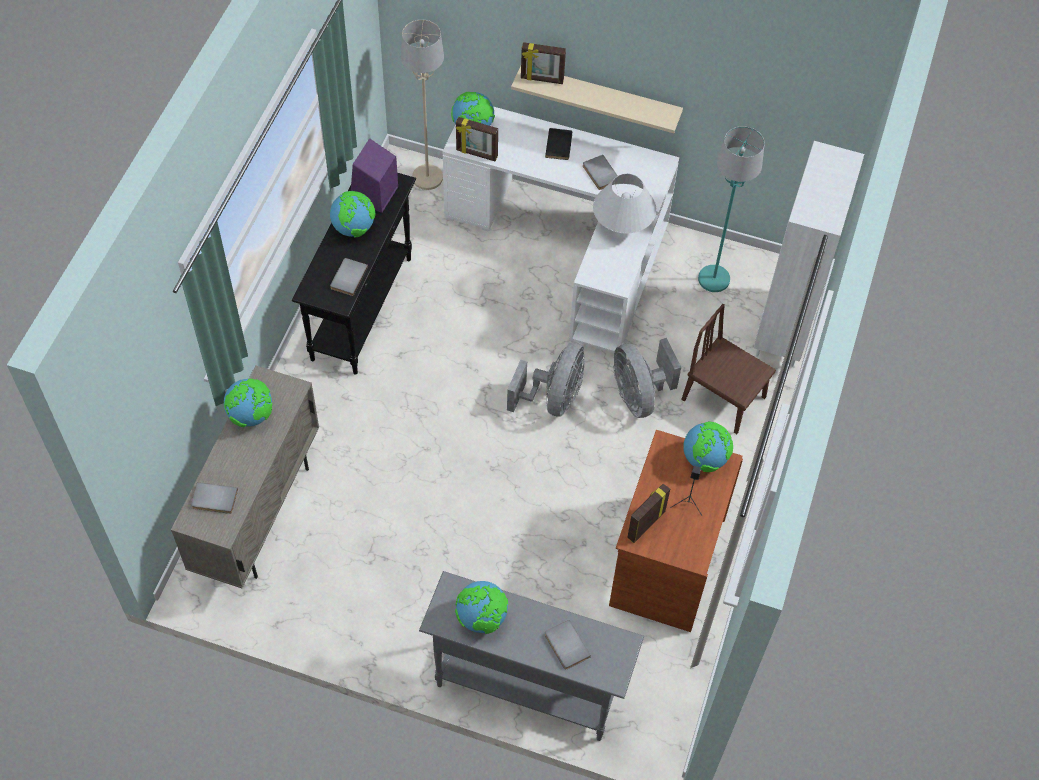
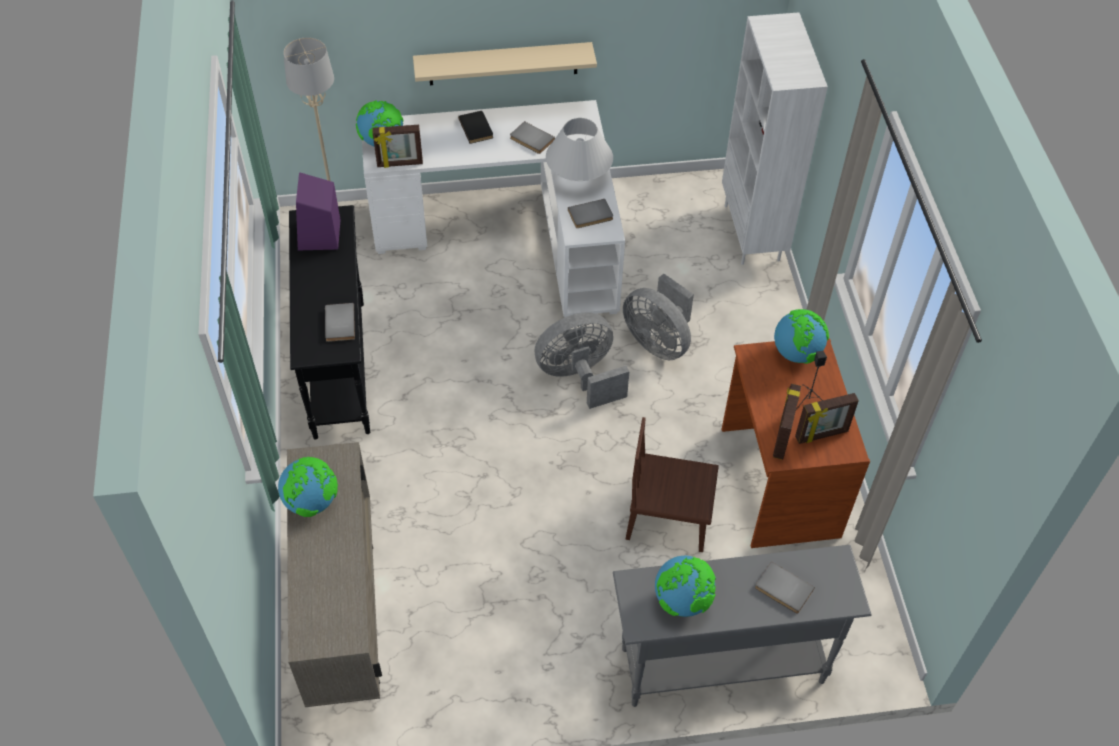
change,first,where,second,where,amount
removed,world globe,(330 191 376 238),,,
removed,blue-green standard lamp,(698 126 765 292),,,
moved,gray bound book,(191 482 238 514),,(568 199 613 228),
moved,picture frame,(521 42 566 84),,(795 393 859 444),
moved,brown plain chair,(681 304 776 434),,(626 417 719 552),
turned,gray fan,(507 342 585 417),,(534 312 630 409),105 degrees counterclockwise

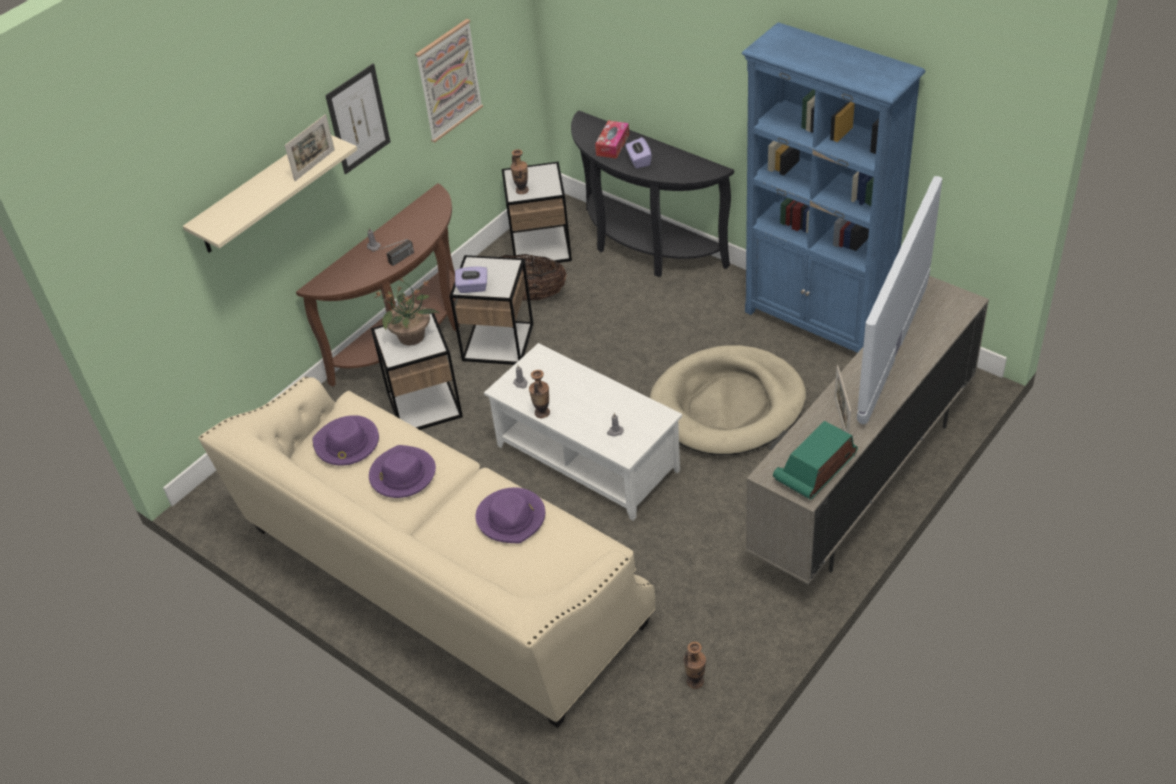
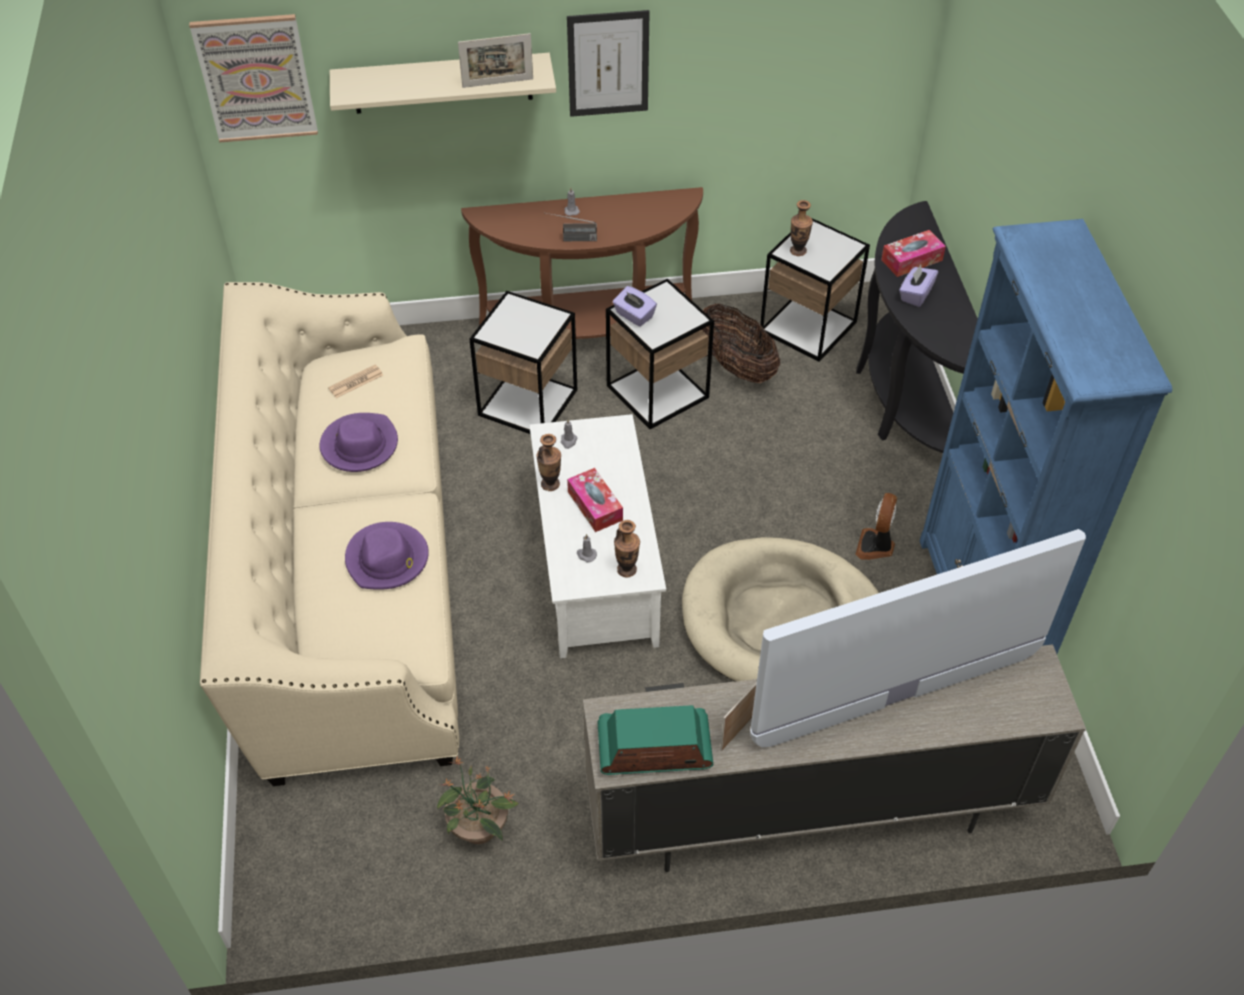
change,first,where,second,where,amount
added,,,tissue holder,(567 468 623 532),
added,,,fan,(855 493 897 560),
moved,potted plant,(374 277 439 345),,(437 755 519 844),
moved,wall picture,(415 19 483 143),,(189 14 318 143),
moved,vase,(684 642 706 689),,(614 520 640 577),
replaced,purple-coloured clothing hat,(312 415 379 466),newspaper,(328 365 383 398),

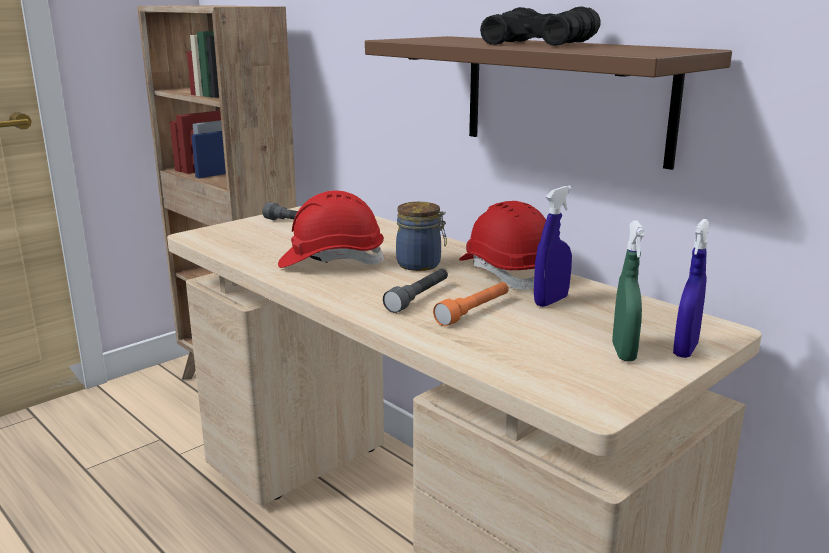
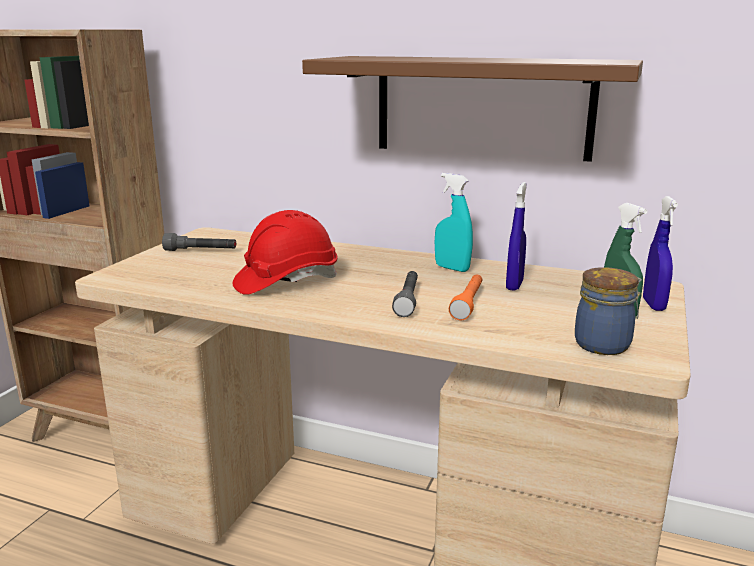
change,first,where,second,where,amount
removed,black-coloured binoculars,(480 7 600 46),,,
moved,preserve jar,(396 202 447 271),,(575 267 642 355),
replaced,red hard hat,(459 201 546 290),blue-green spray bottle,(435 173 473 272),

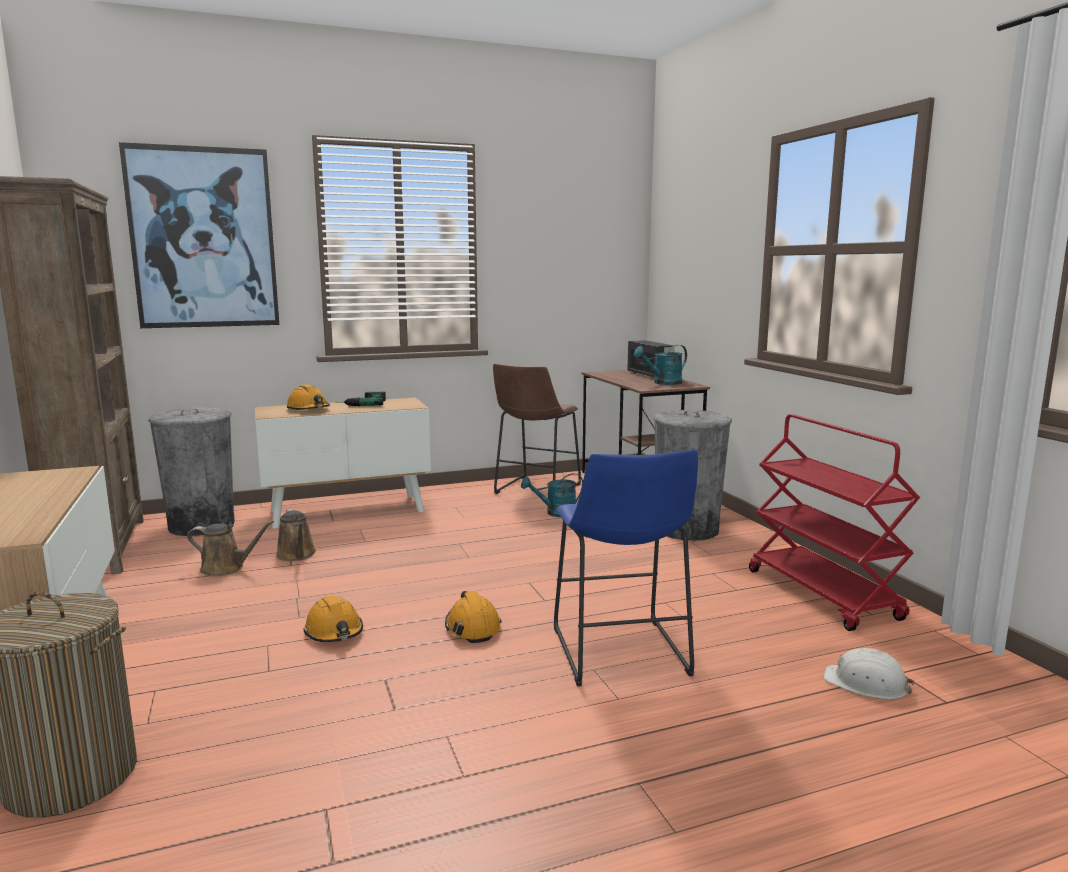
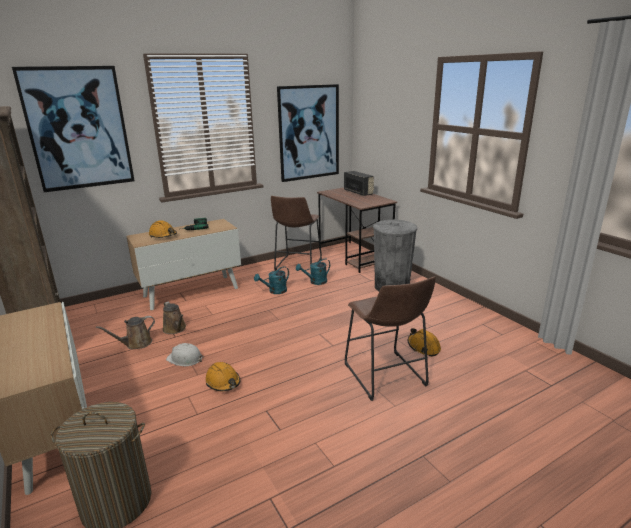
change,first,where,second,where,amount
removed,gray trash can,(148 407 235 536),,,
removed,red cart,(749 414 920 631),,,
added,,,wall picture,(277 84 339 182),
moved,orangey hard hat,(445 591 502 643),,(408 328 441 357),
moved,blue-green sprinkling can,(634 345 687 385),,(254 266 289 294),
moved,whitish hard hat,(823 648 915 700),,(166 343 203 366),
recoloured,blue-coloured stool,(554 450 698 686),brown stool,(345 277 436 401),
turned,brown sprinkling can,(187 521 274 577),,(96 316 155 349),150 degrees clockwise

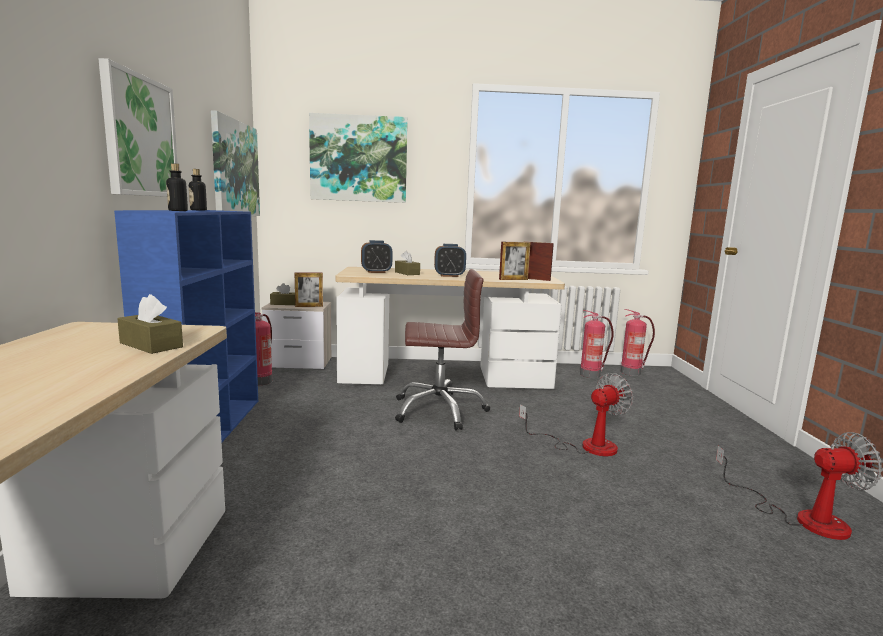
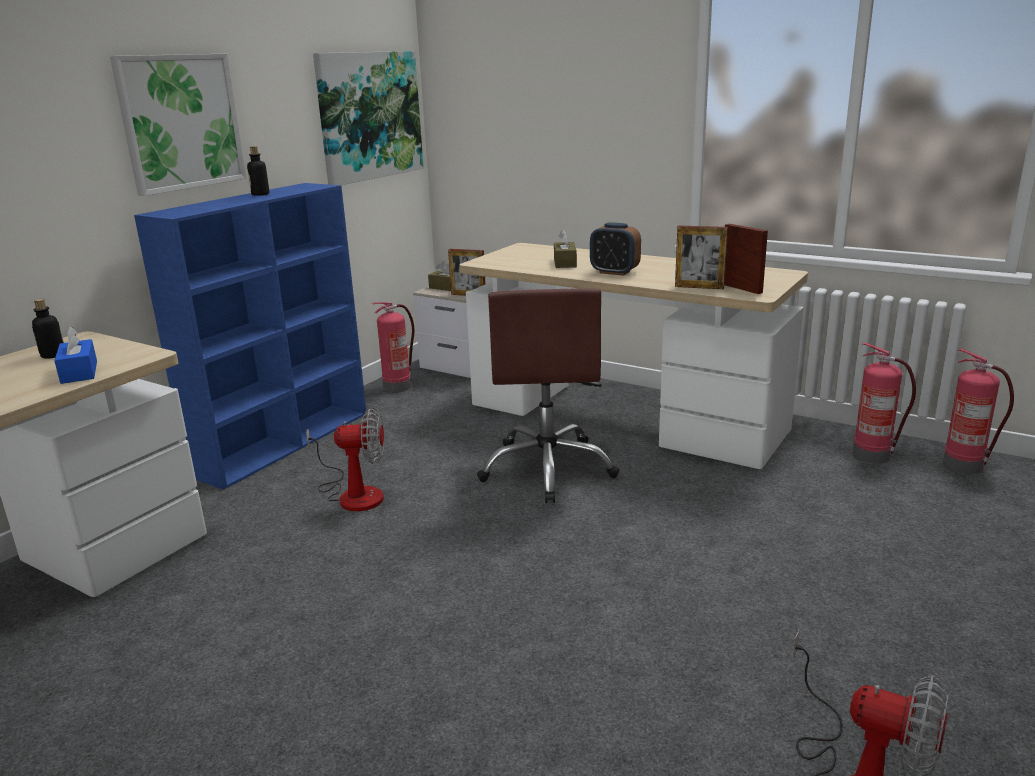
change,first,where,second,where,amount
removed,wall picture,(309 113 408 203),,,
removed,alarm clock,(361 240 393 273),,,
moved,beverage bottle,(166 163 188 211),,(32 299 64 359),
moved,fan,(519 373 633 456),,(306 408 384 511),
recoloured,brown tissue holder,(117 294 183 354),blue-coloured tissue holder,(54 326 97 384),
turned,brown computer chair,(395 269 490 430),,(477 289 619 503),60 degrees clockwise

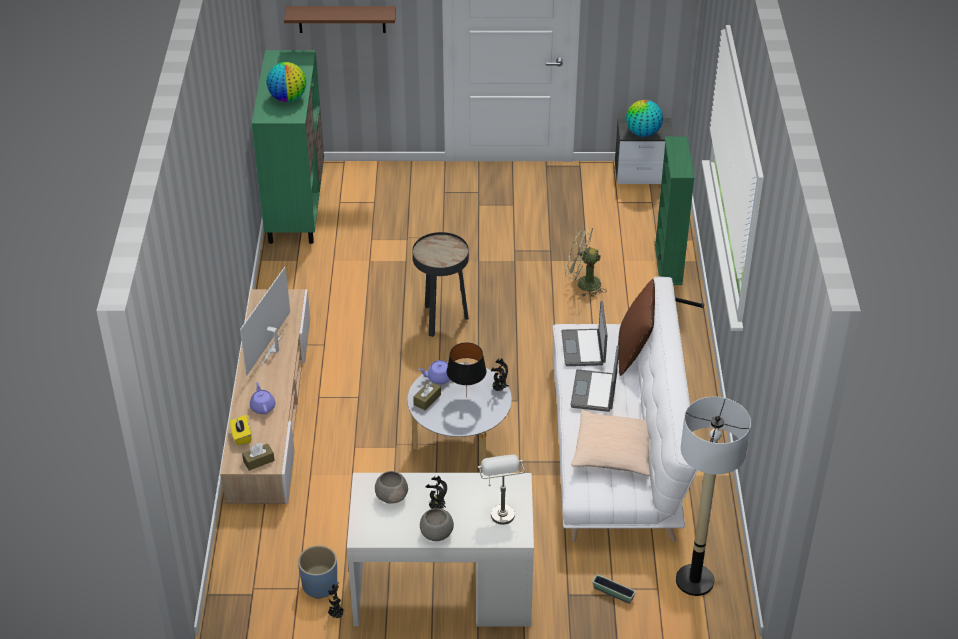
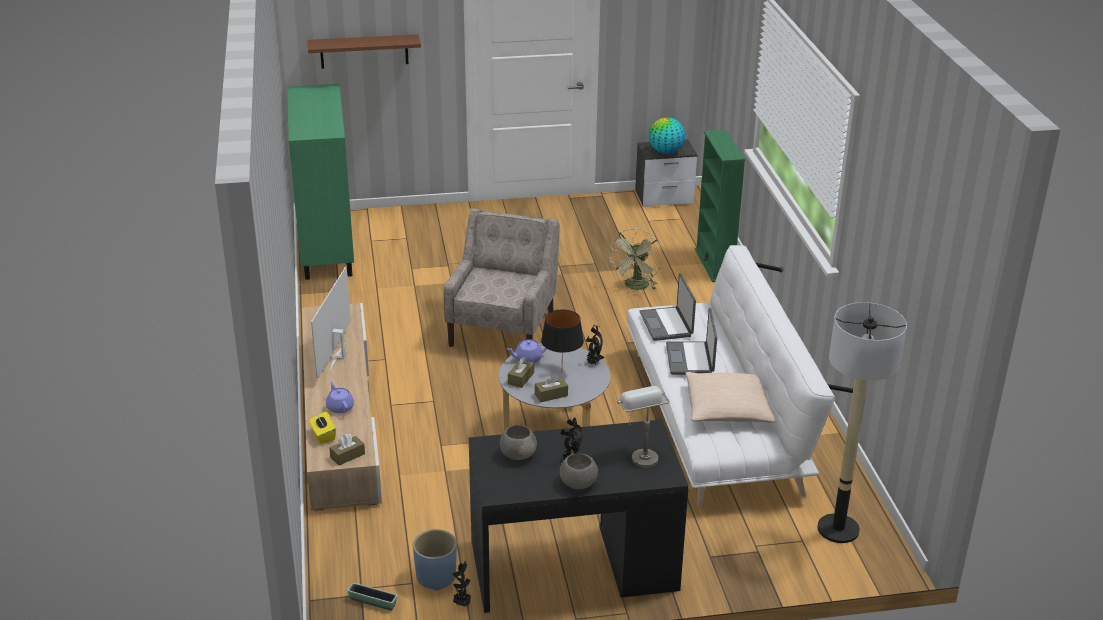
change,first,where,second,where,amount
removed,world globe,(266 62 306 102),,,
removed,brown throw pillow,(618 279 655 376),,,
added,,,brown tissue holder,(535 375 568 402),
moved,flower pot,(592 574 636 604),,(347 583 397 610),
replaced,black-coloured end table,(412 232 469 337),sand-coloured armchair,(444 208 560 347),
recoloured,whitish desk table,(347 473 534 627),black-coloured desk table,(469 420 689 613),
turned,green-coloured fan,(566 226 607 297),,(609 228 663 290),75 degrees counterclockwise

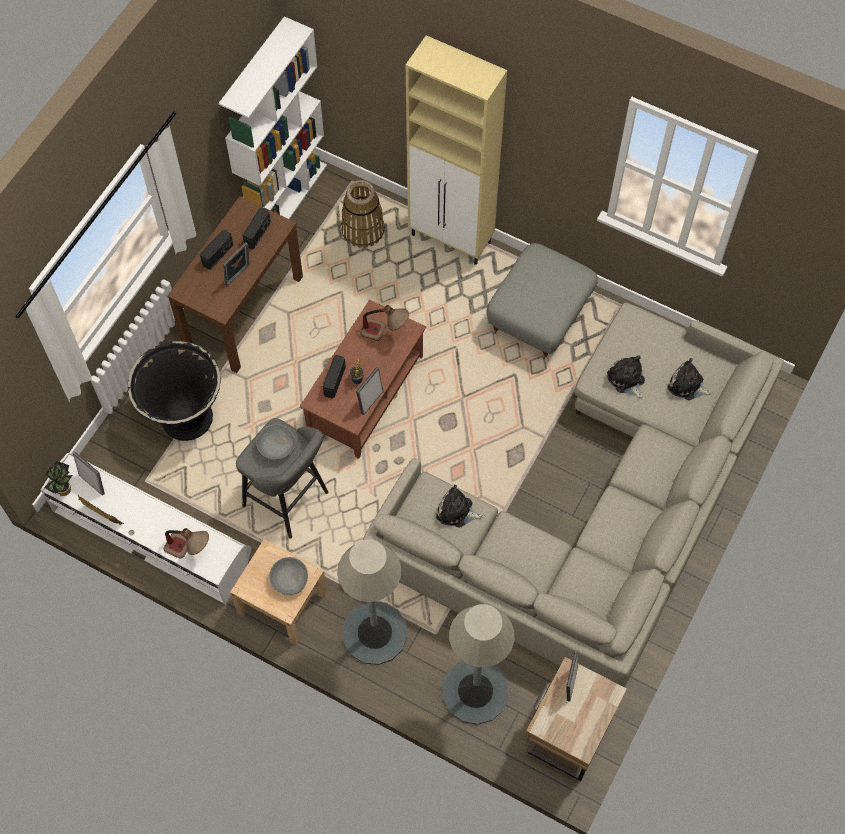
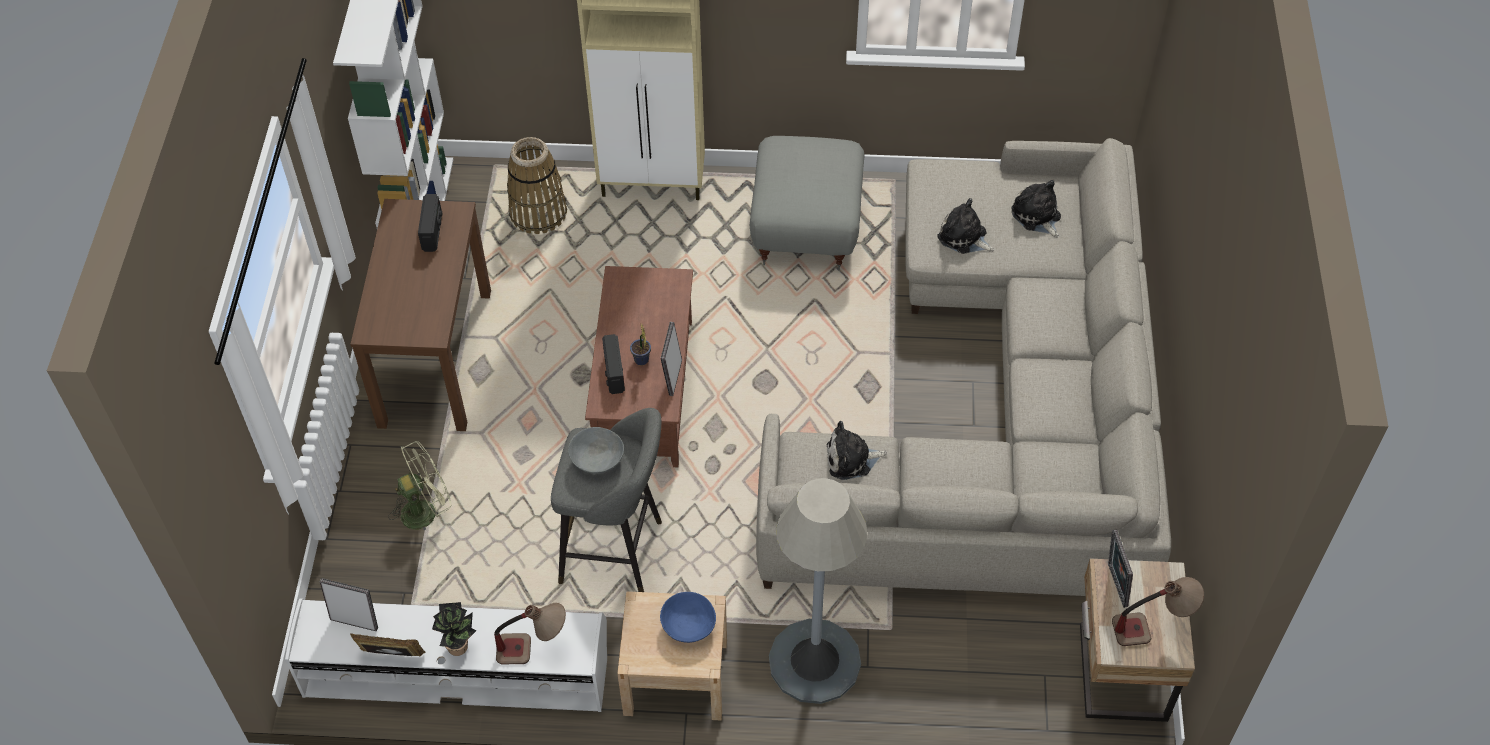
change,first,where,second,where,amount
removed,radio receiver,(200 230 233 270),,,
removed,picture frame,(223 242 249 286),,,
removed,gray standard lamp,(442 604 514 725),,,
moved,potted plant,(44 461 73 496),,(432 602 477 656),
moved,tabletop lamp,(361 305 409 341),,(1112 577 1204 646),
replaced,black-coloured flower pot,(128 341 221 441),green-coloured fan,(388 441 452 530),
recoloured,gray deep dish,(269 557 308 595),blue-coloured deep dish,(660 592 716 643),
turned,soft toy,(668 358 712 400),,(1011 180 1061 237),60 degrees clockwise

